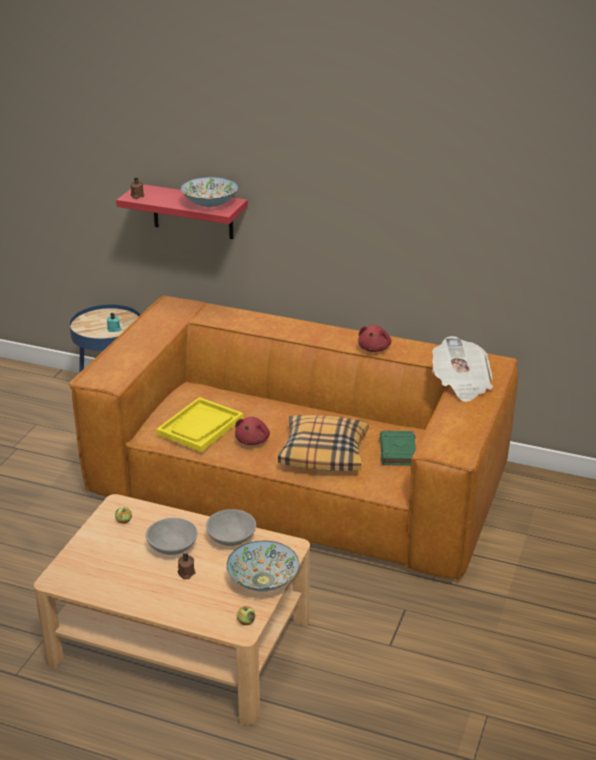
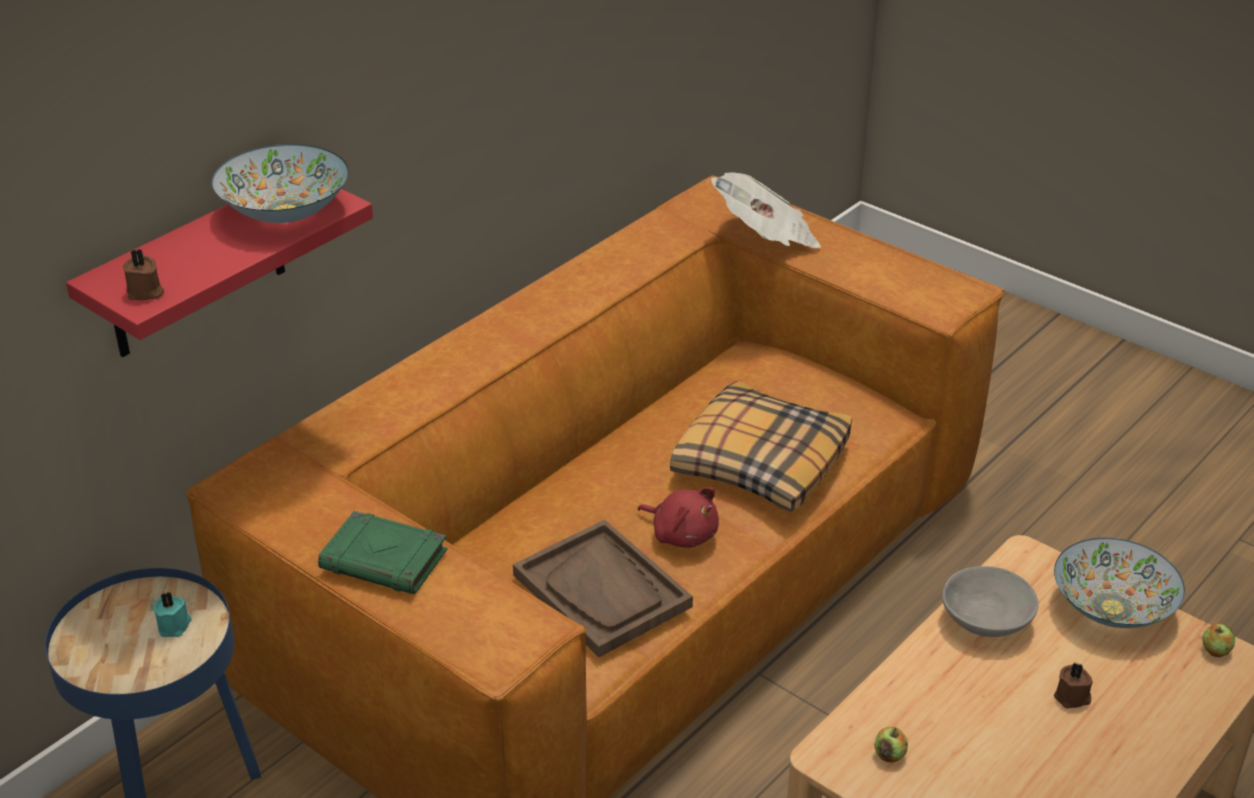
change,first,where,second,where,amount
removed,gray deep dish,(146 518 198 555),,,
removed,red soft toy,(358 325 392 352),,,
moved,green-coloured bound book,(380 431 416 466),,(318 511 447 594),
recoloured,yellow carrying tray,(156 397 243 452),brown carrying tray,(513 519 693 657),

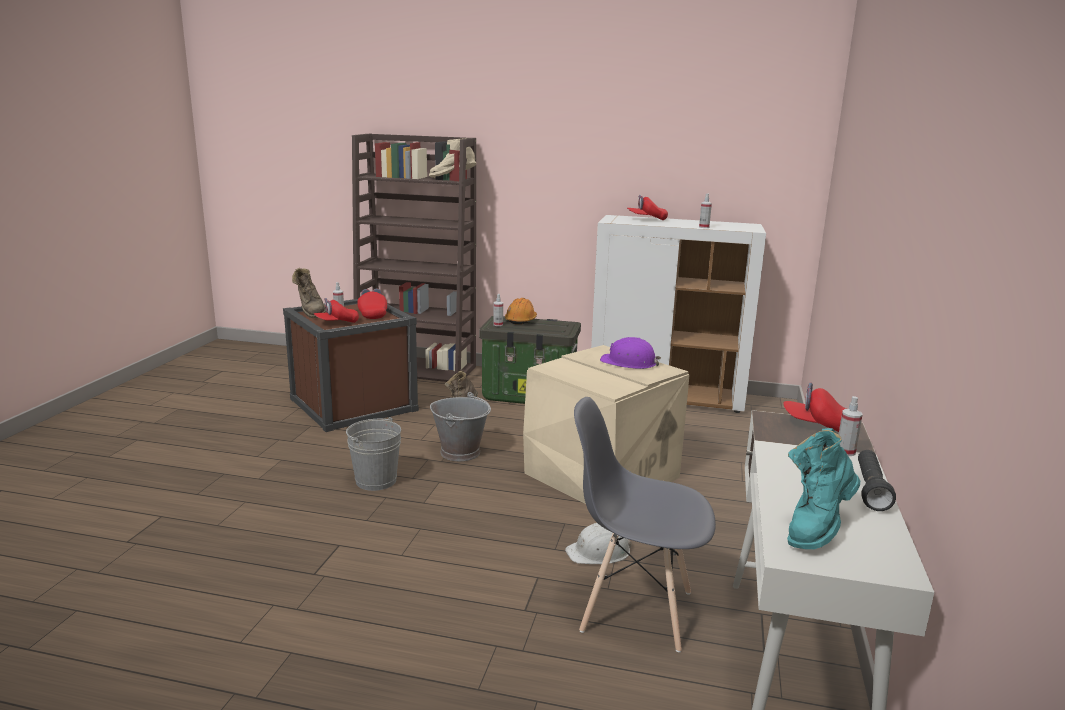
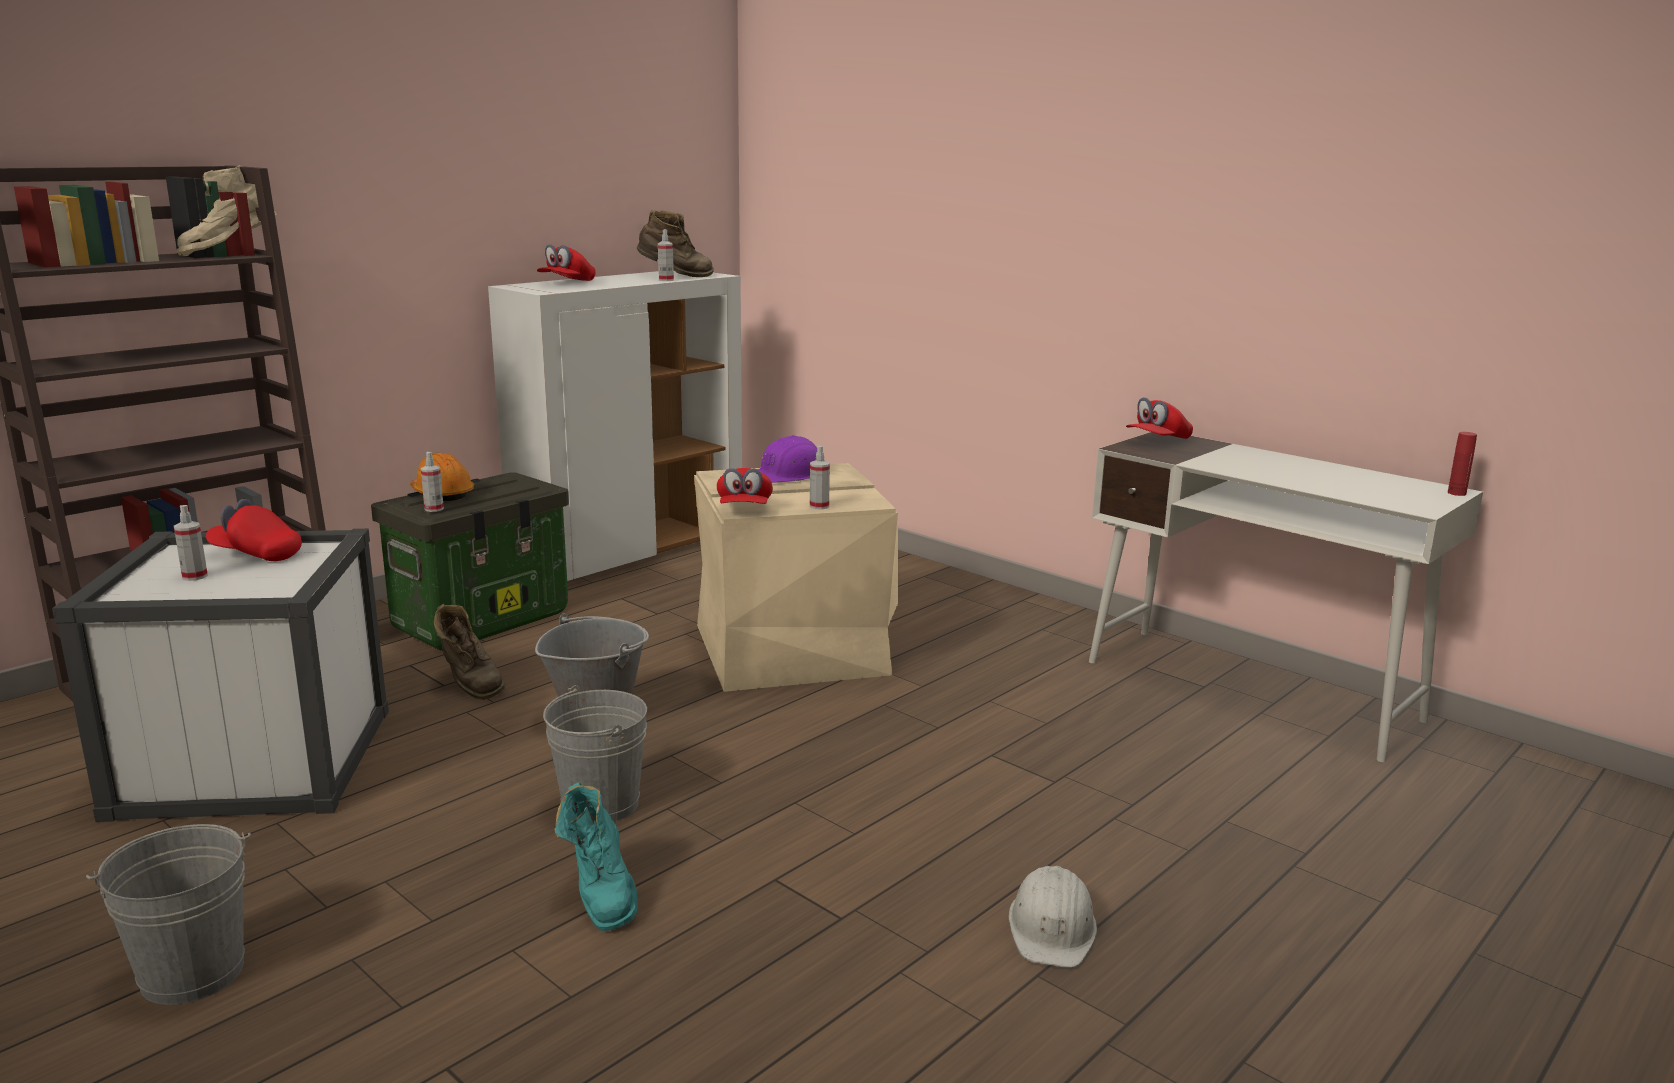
change,first,where,second,where,amount
removed,gray plain chair,(574 397 716 652),,,
removed,black-coloured flashlight,(858 450 896 511),,,
added,,,gray water bucket,(86 824 251 1005),
added,,,red beverage bottle,(1448 432 1477 496),
moved,brown boot,(292 268 326 318),,(637 210 714 277),
moved,red peaked cap,(314 298 359 323),,(717 468 773 504),
moved,whitish hard hat,(565 523 631 564),,(1009 866 1097 968),
moved,blue-green boot,(787 428 860 549),,(555 782 638 931),
moved,spray bottle,(838 396 863 456),,(810 446 830 509),
recoloured,brown storage bin,(283 299 419 432),whitish storage bin,(52 529 389 822),

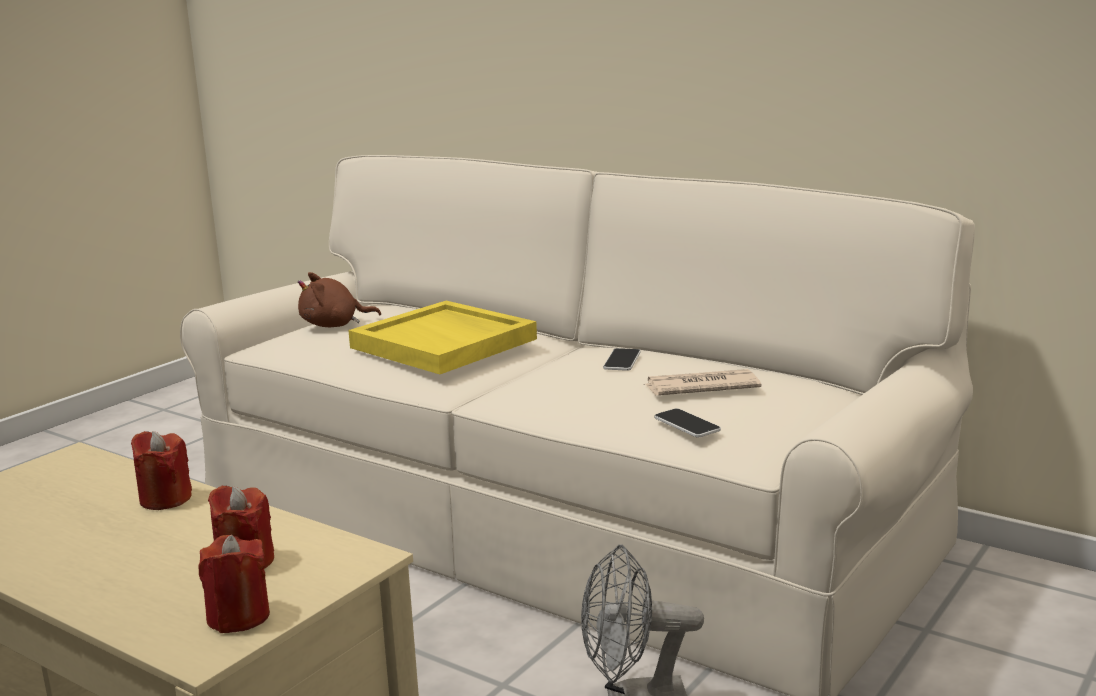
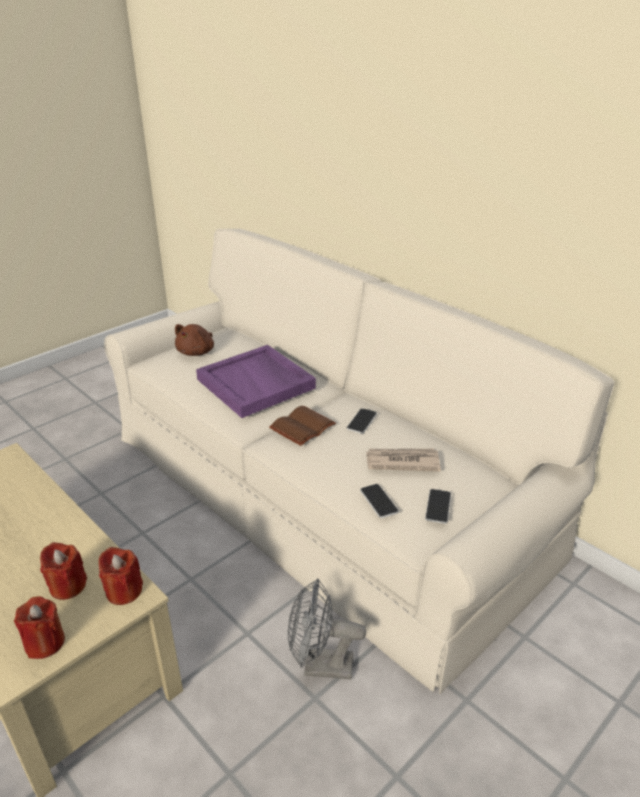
change,first,where,second,where,amount
added,,,brown bound book,(269 405 336 446),
added,,,telephone,(425 489 451 524),
moved,red wax candle,(131 431 192 510),,(99 547 143 605),
recoloured,yellow carrying tray,(348 301 537 374),purple-coloured carrying tray,(196 345 316 418),
turned,brown soft toy,(298 272 381 327),,(175 324 214 356),60 degrees counterclockwise

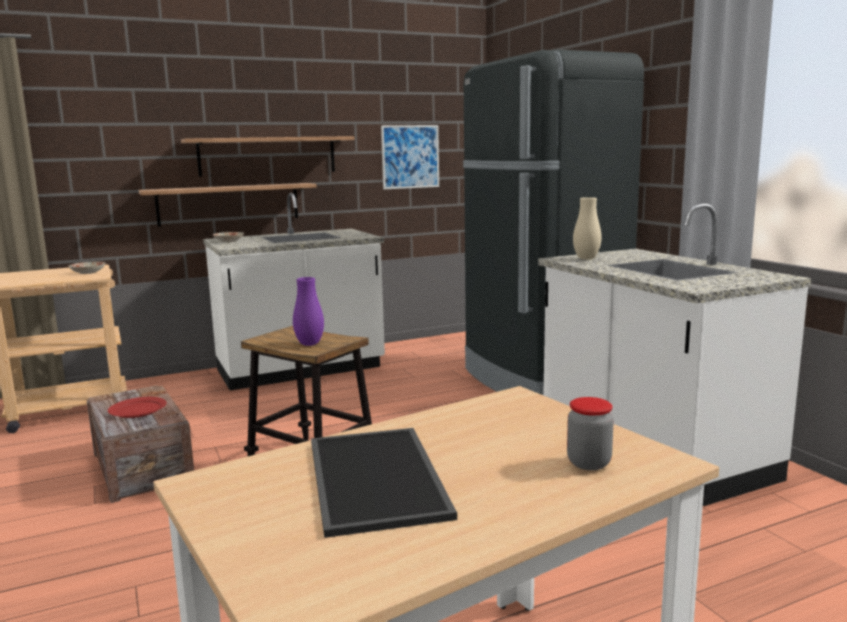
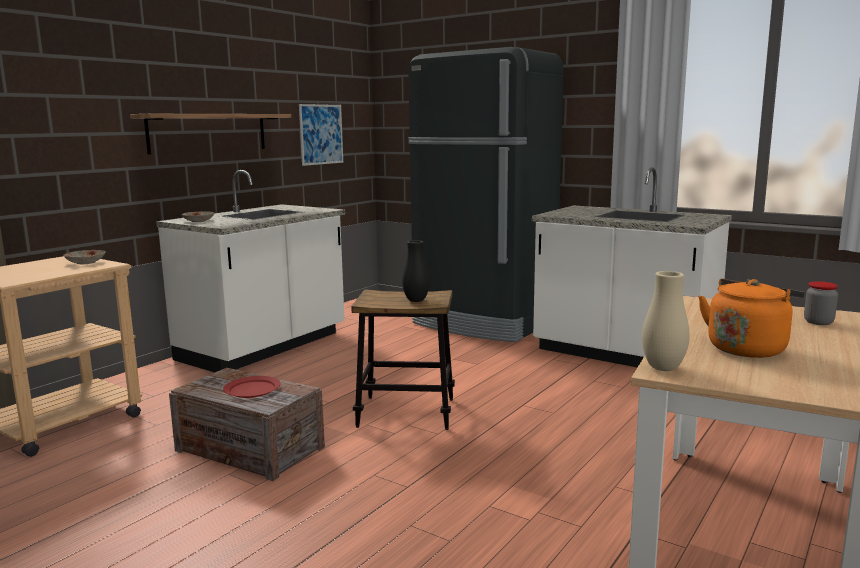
change,first,where,second,where,amount
removed,shelf,(139 183 317 227),,,
moved,sand-coloured vase,(573 197 602 260),,(642 271 690 371),
replaced,carrying tray,(311 428 457 538),orangey water kettle,(698 279 805 358),
recoloured,purple-coloured vase,(293 277 324 346),black-coloured vase,(402 240 430 302),

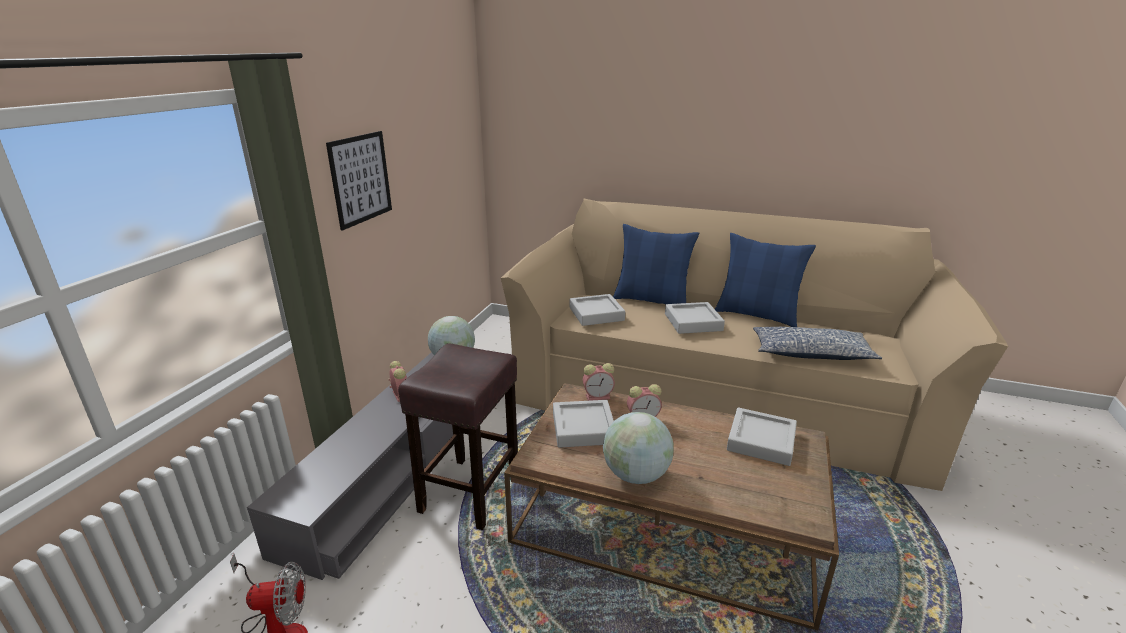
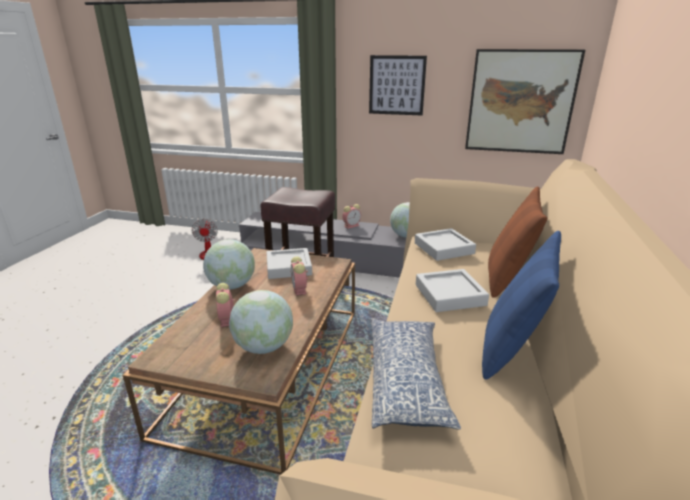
change,first,where,second,where,amount
added,,,wall picture,(465 49 585 154),
moved,alarm clock,(583 363 615 401),,(216 283 235 327),
replaced,gray carrying tray,(727 408 797 466),world globe,(229 290 293 354),
recoloured,blue-coloured throw pillow,(613 224 699 304),brown throw pillow,(488 186 547 298),

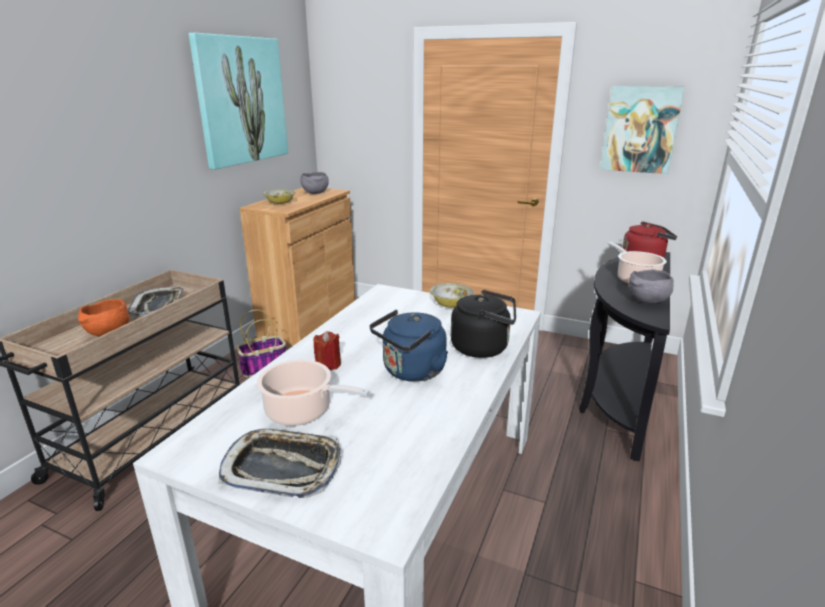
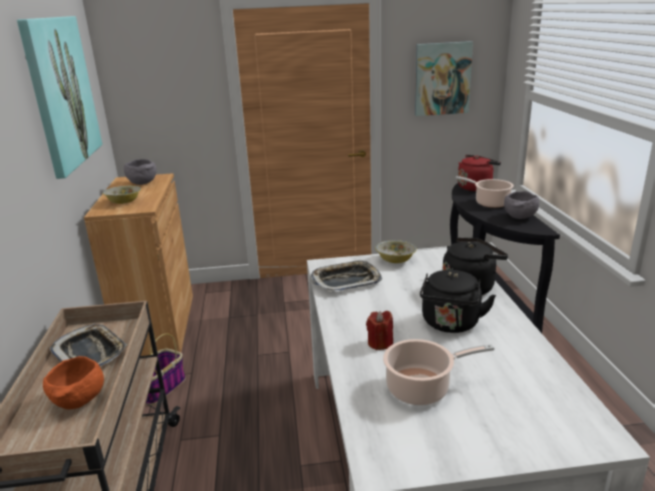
change,first,where,second,where,amount
moved,carrying tray,(219 429 342 498),,(310 260 382 292),
recoloured,blue-coloured water kettle,(370 310 448 382),black-coloured water kettle,(420 270 496 333),

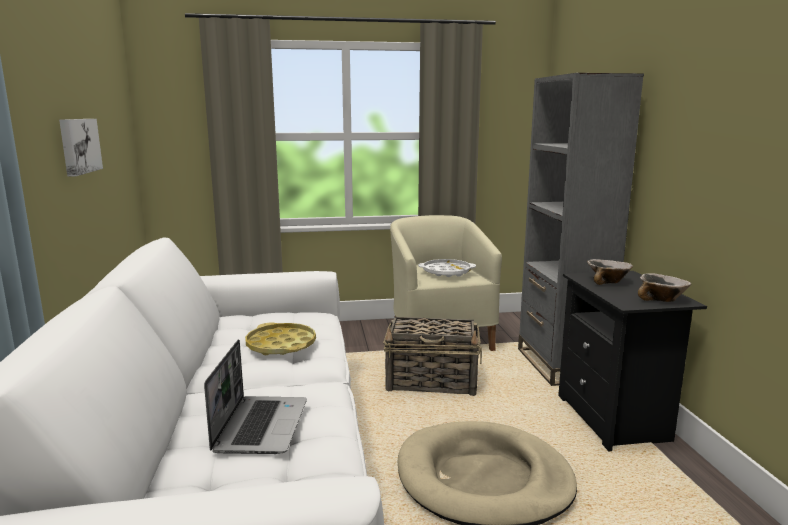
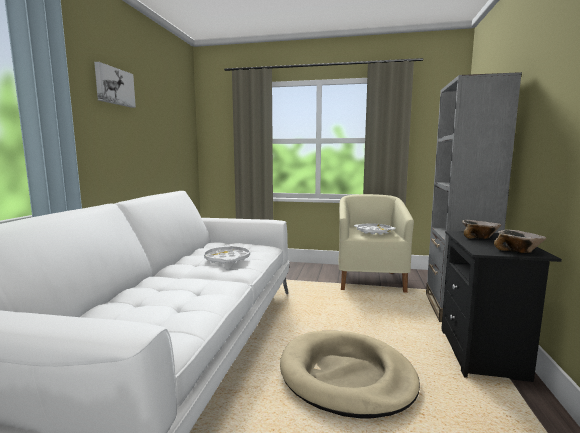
change,first,where,second,where,amount
removed,portable computer,(204 339 307 454),,,
removed,basket,(383 317 482 396),,,
moved,wall picture,(59 119 103 177),,(94 62 136 108),
recoloured,yellow carrying tray,(245 322 316 355),whitish carrying tray,(204 245 250 264),

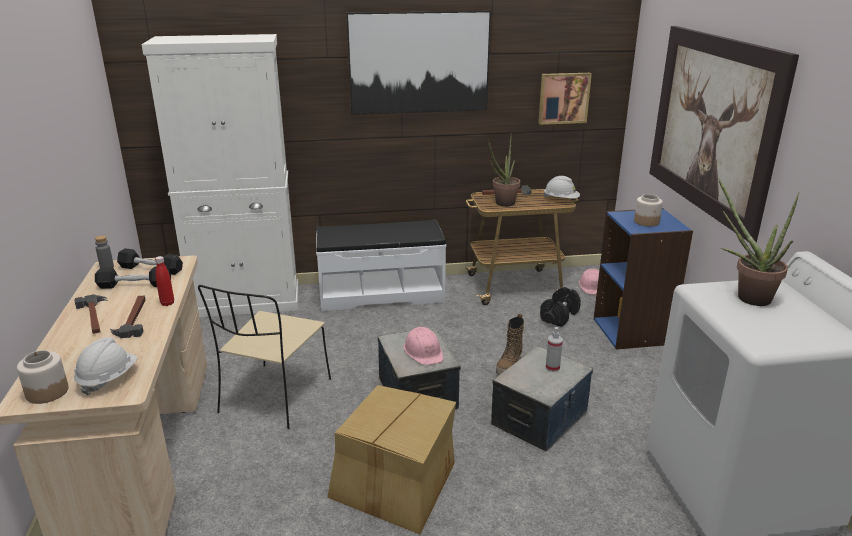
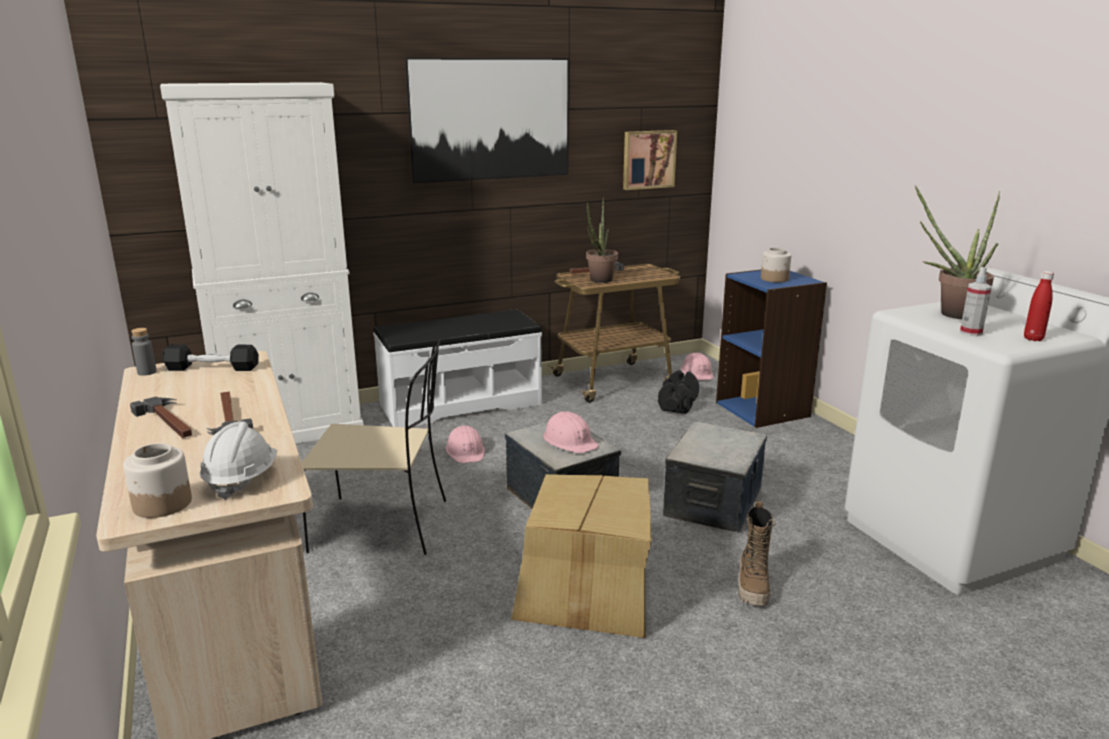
change,first,where,second,where,amount
removed,black-coloured hand weight,(95 266 171 289),,,
removed,whitish hard hat,(543 176 580 199),,,
removed,wall picture,(649 26 799 243),,,
added,,,pink-coloured hard hat,(446 425 485 463),
moved,red beverage bottle,(155 256 174 306),,(1024 271 1054 341),
moved,boot,(496 314 524 375),,(738 502 775 606),
moved,spray bottle,(546 327 563 372),,(960 267 992 336),
turned,sand-coloured plain chair,(198 285 331 429),,(302 339 446 555),90 degrees counterclockwise

